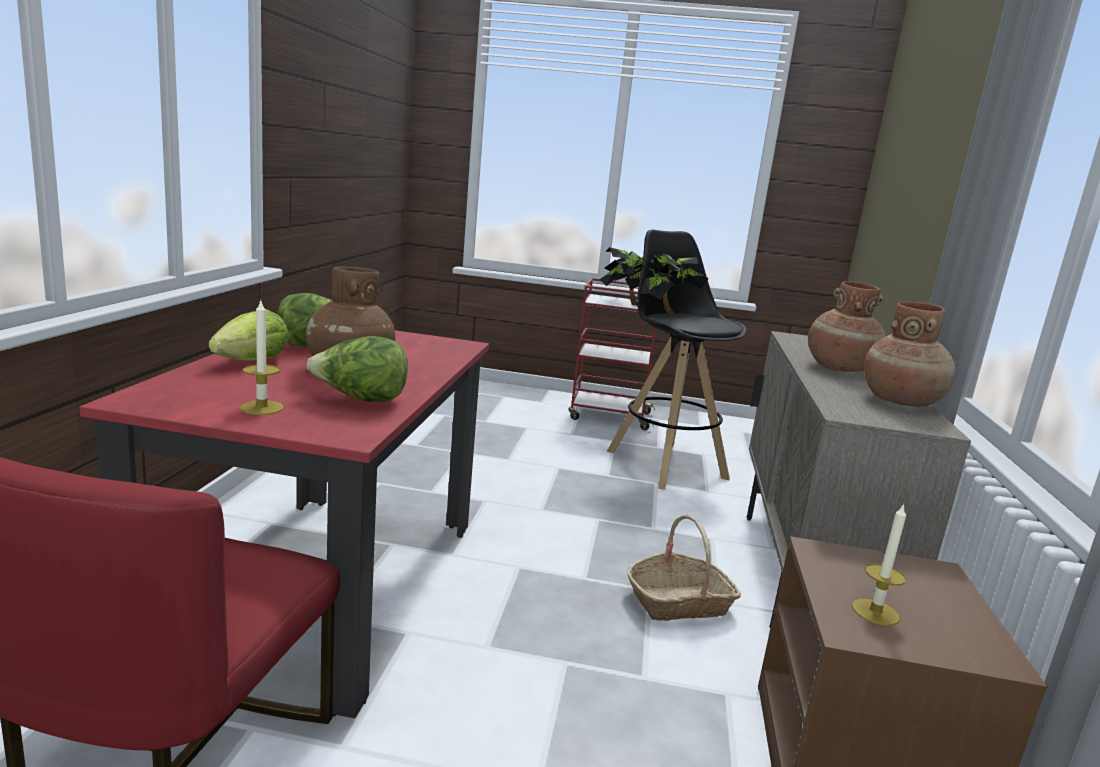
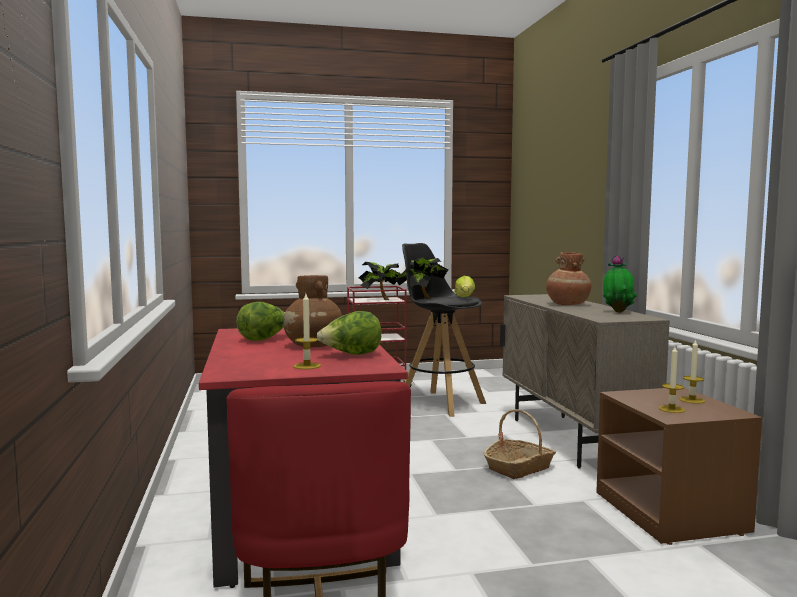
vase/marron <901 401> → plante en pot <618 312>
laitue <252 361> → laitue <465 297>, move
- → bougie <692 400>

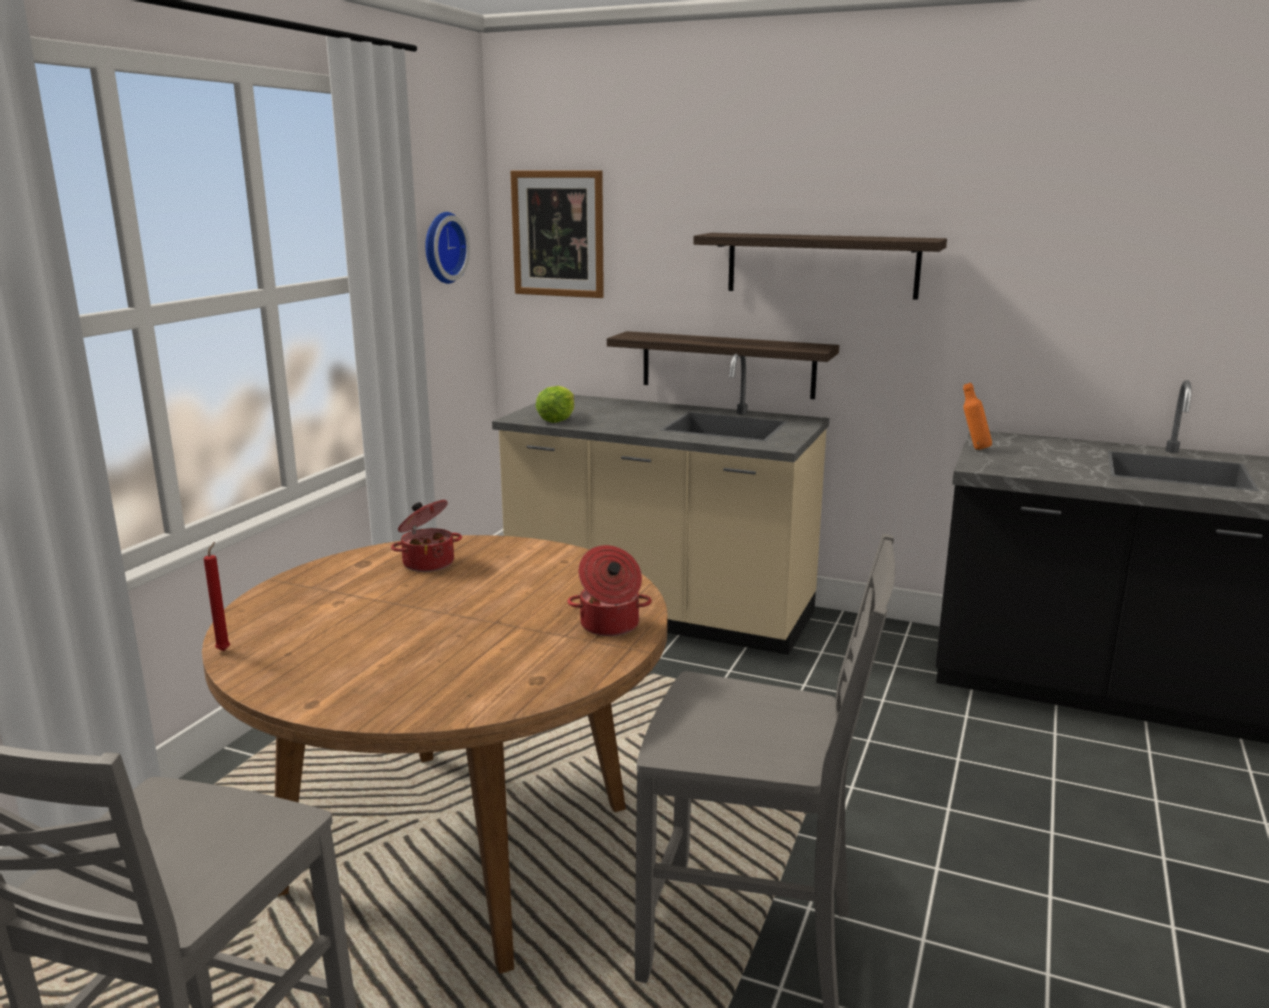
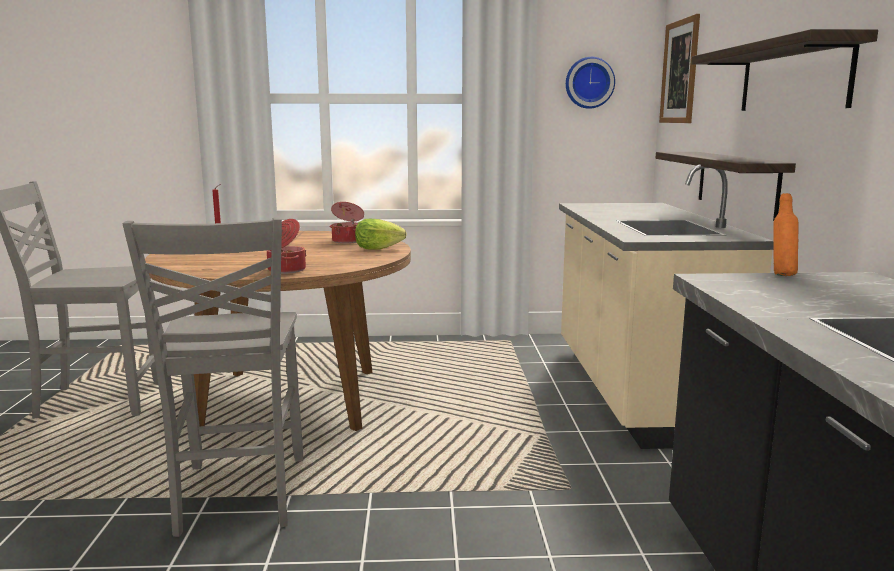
laitue <557 420> → laitue <377 249>, move

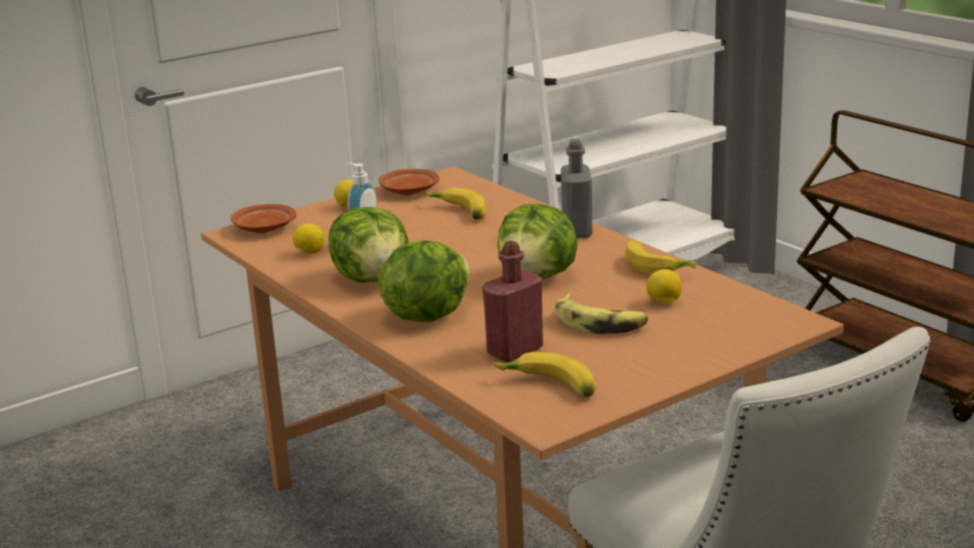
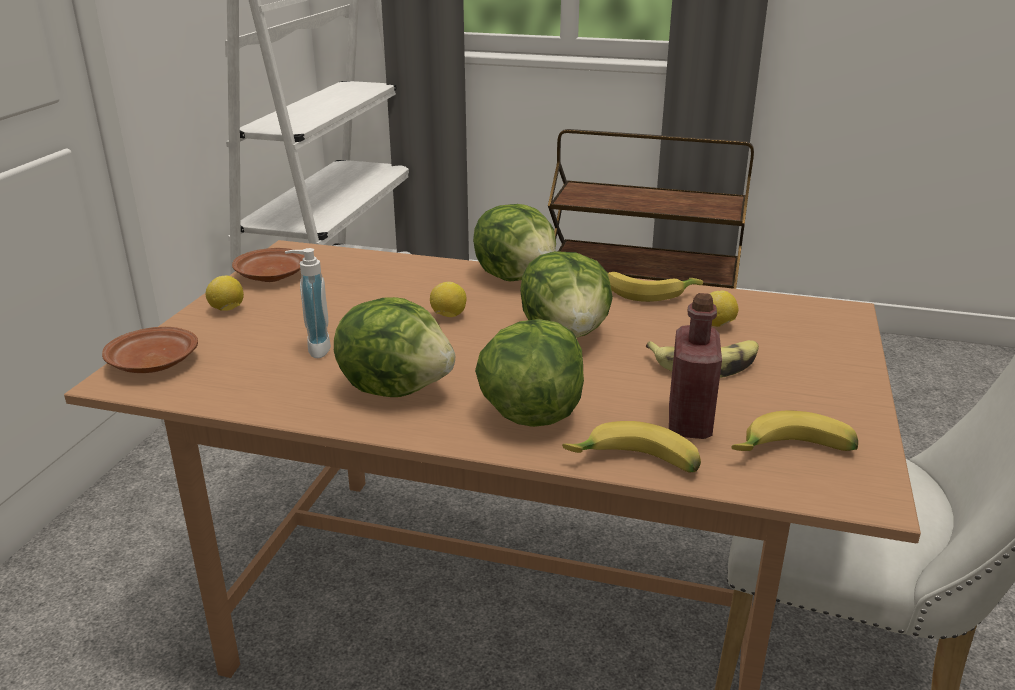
bouteille/gris <577 231> → laitue <517 277>
banane <458 213> → banane <634 465>, move
citron <309 253> → citron <448 316>, move

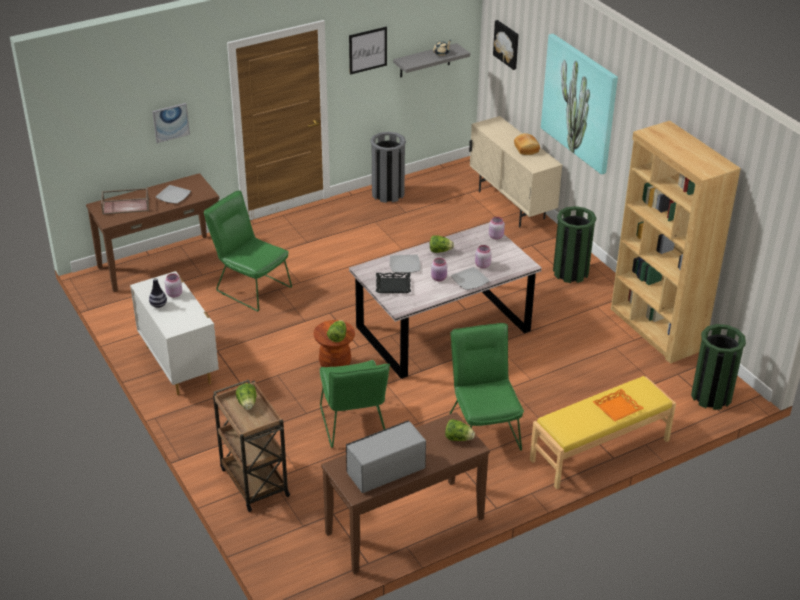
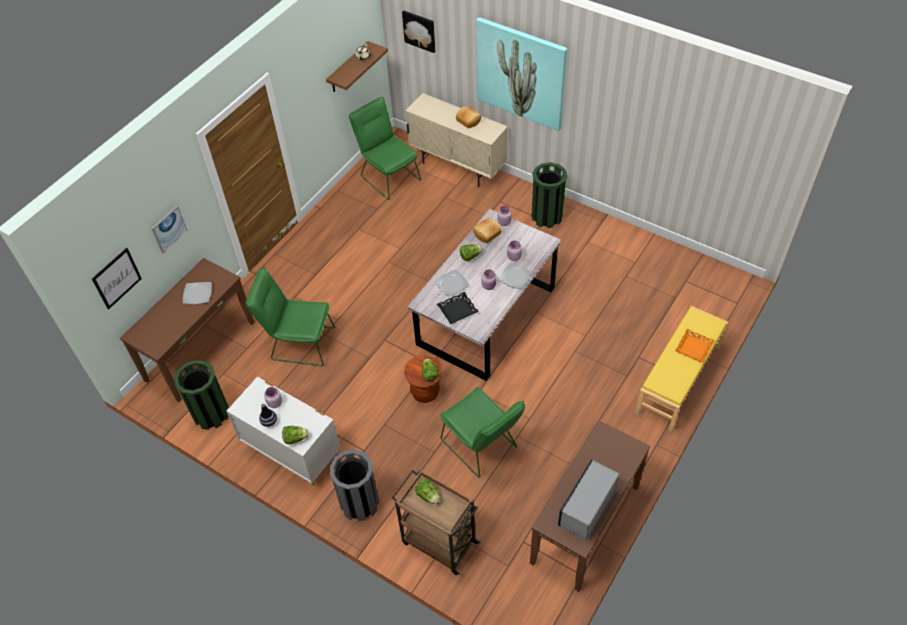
tableau <367 50> → tableau <117 278>, move
étagère/gris <425 61> → étagère/marron <348 68>
bibliothèque/marron <656 329> → -
poubelle/gris <388 194> → poubelle/gris <359 503>, move
plateau/marron <126 206> → -
chaise/vert <483 429> → chaise/vert <388 176>, move
poubelle/vert <711 396> → poubelle/vert <211 414>, move
laitue <458 438> → laitue <295 438>, move
- → pain <487 234>

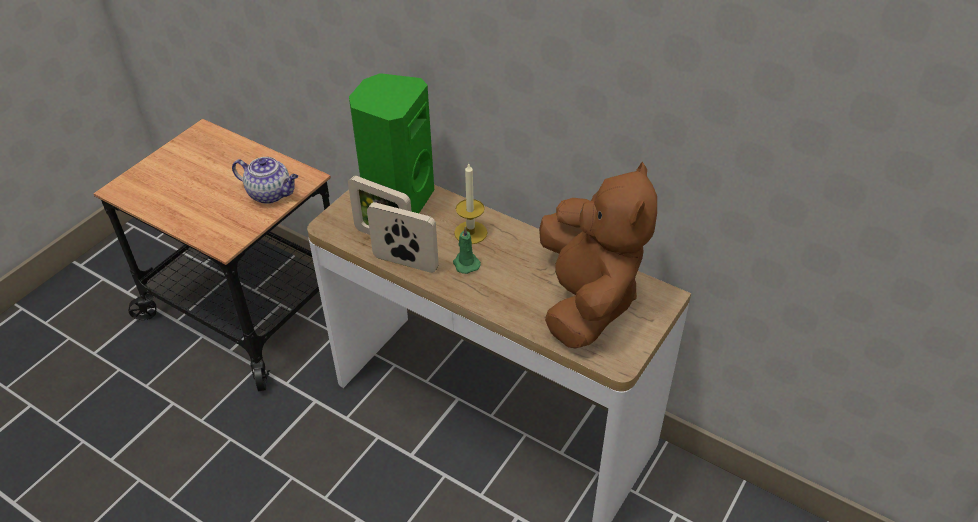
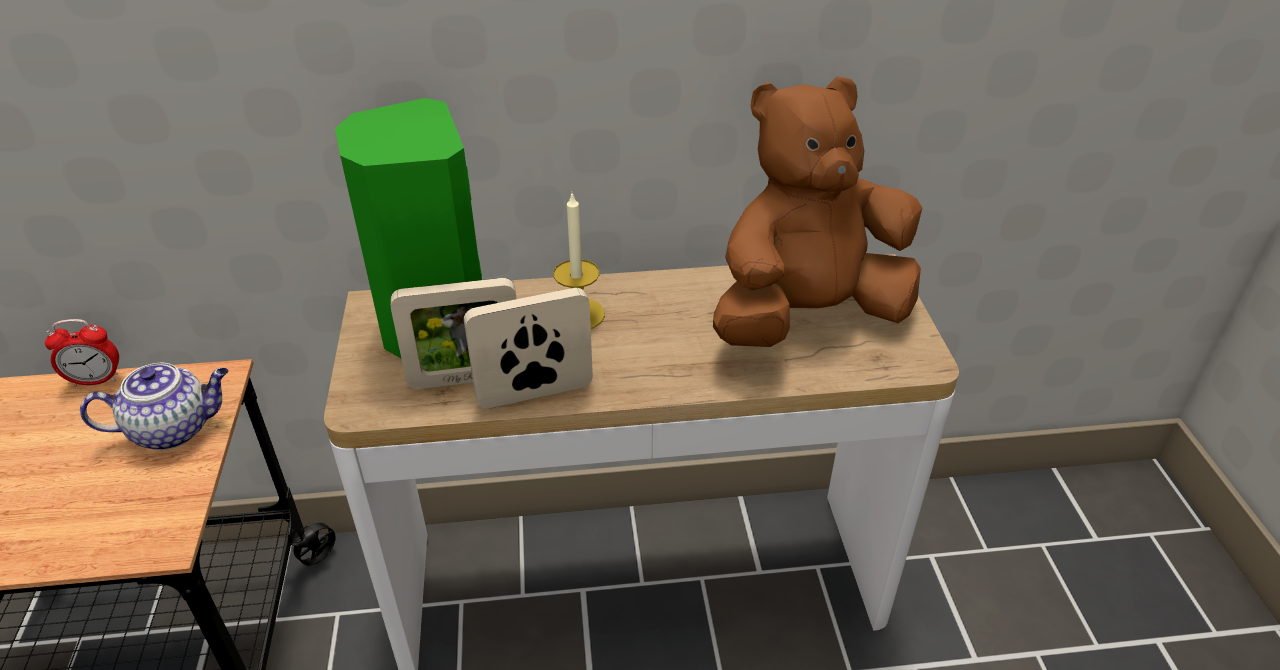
peluche/marron <587 300> → peluche/marron <806 316>, 75 degrees counterclockwise
bougie/vert <465 263> → -
- → réveil <96 380>

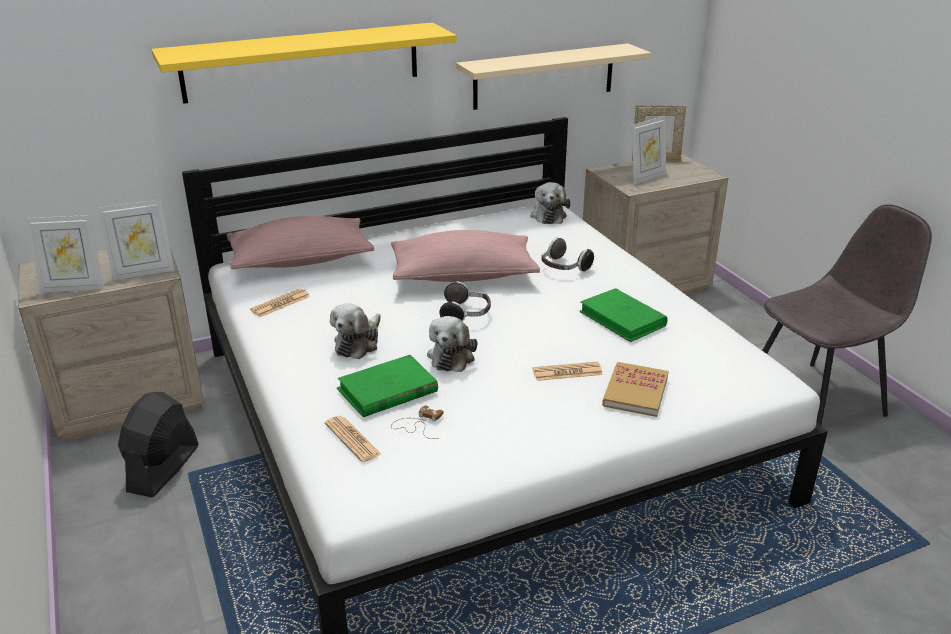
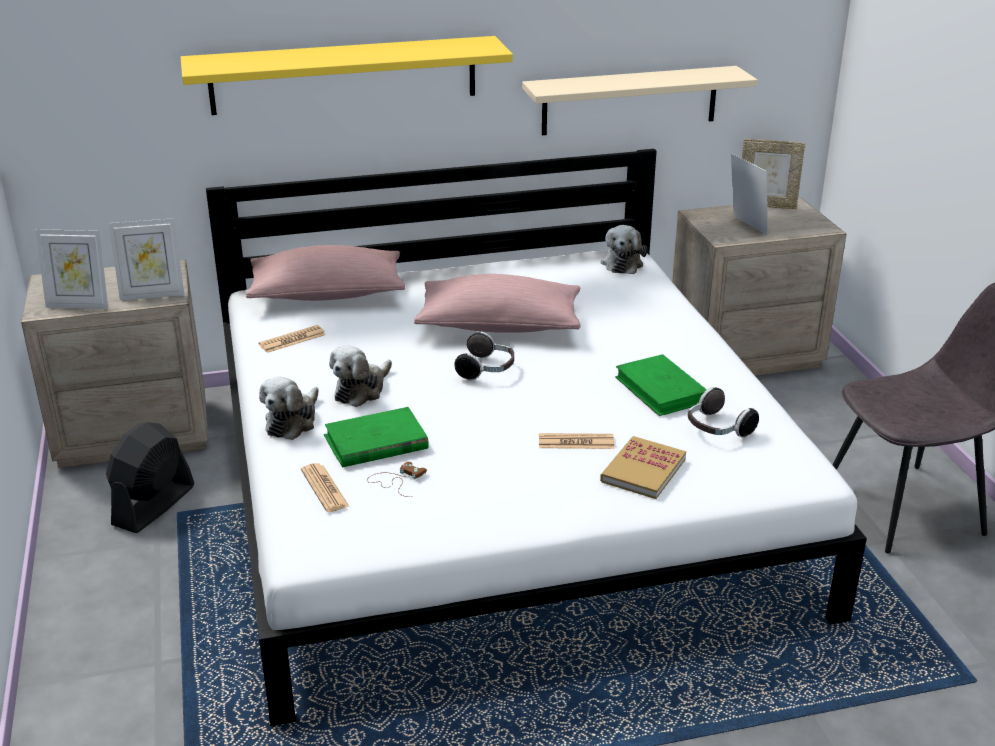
cadre photo <646 177> → cadre photo <745 226>, 90 degrees counterclockwise
casque audio <563 268> → casque audio <717 429>, move
peluche <452 356> → peluche <293 421>, move

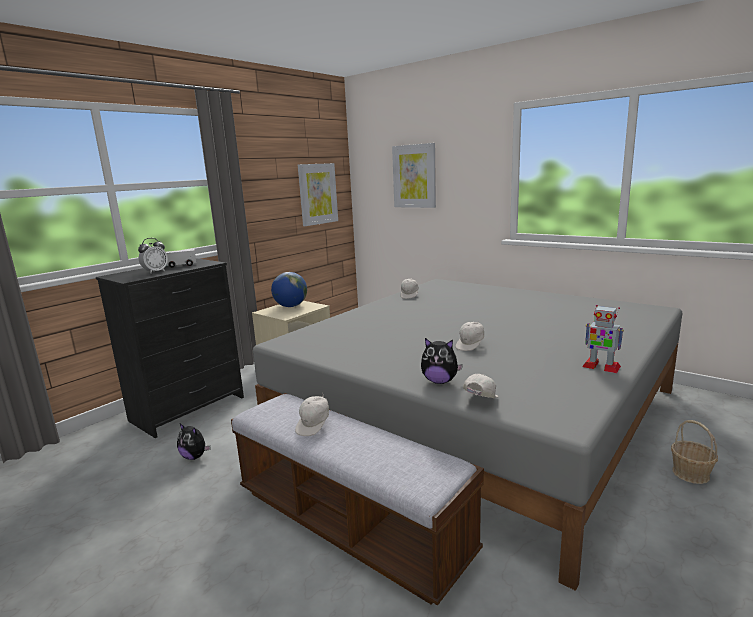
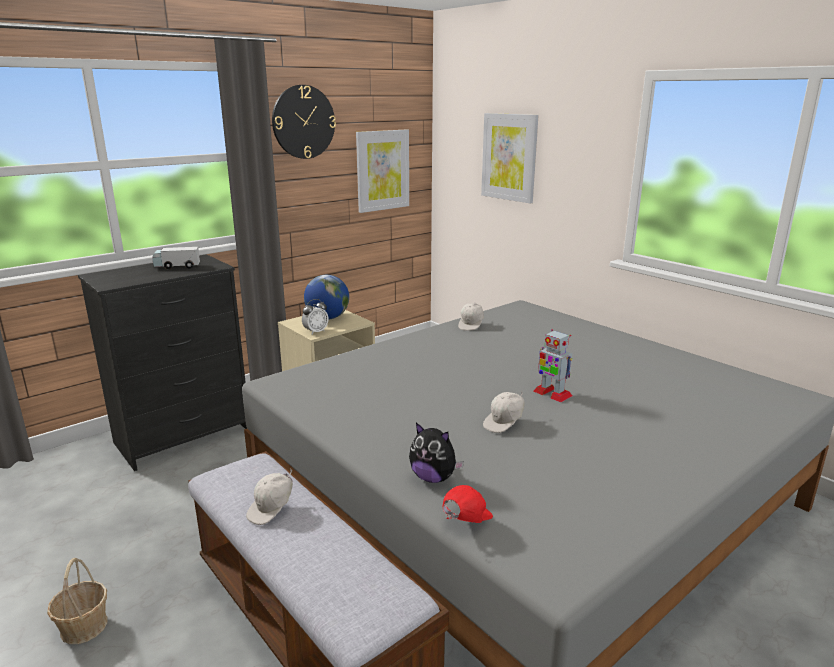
réveil <155 272> → réveil <315 332>, move
robot jouet <600 366> → robot jouet <552 393>, move
casquette/blanc <479 402> → casquette/rouge <464 521>
panier <690 474> → panier <83 627>, move
peluche <195 456> → -
- → horloge murale <303 122>

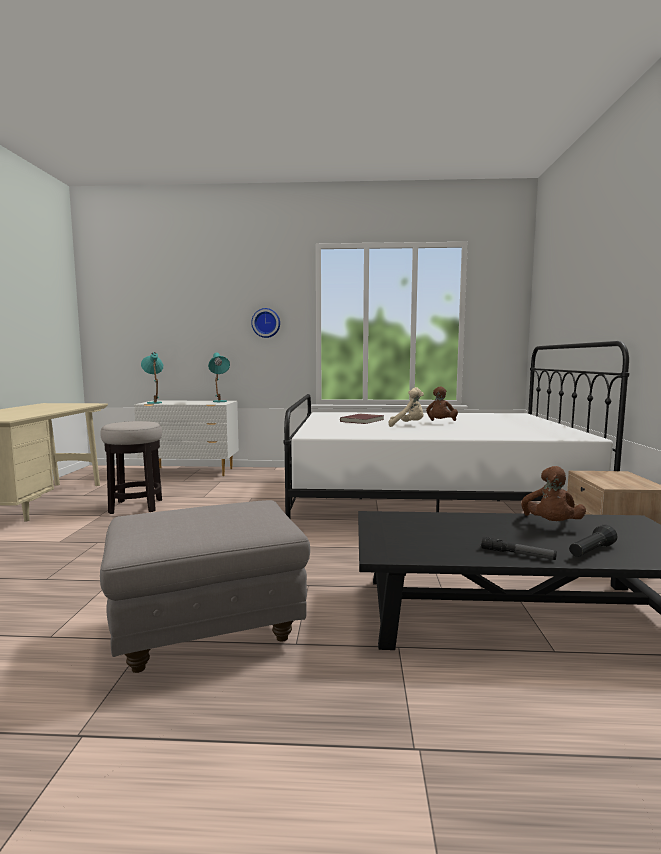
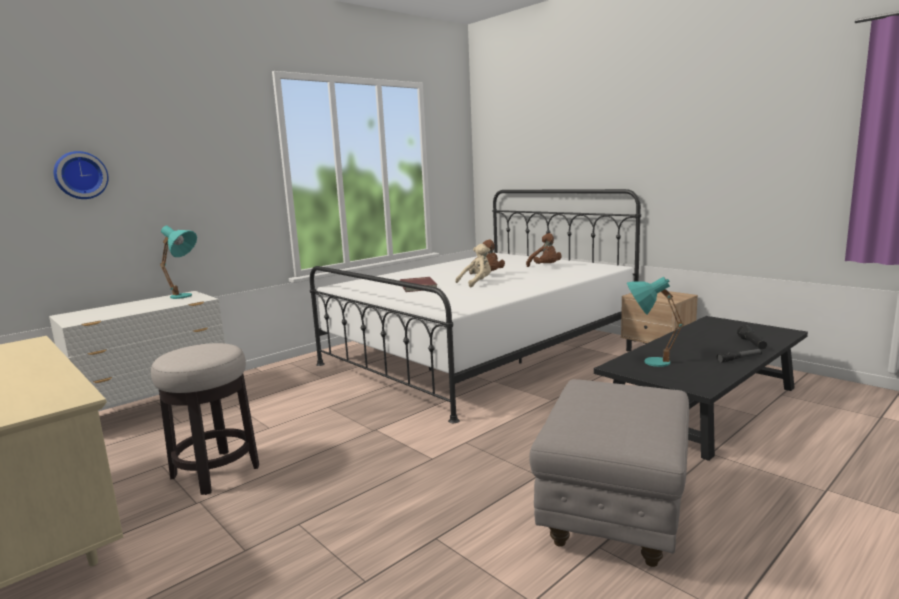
horloge murale <266 323> → horloge murale <80 175>, move
lampe de table/turquoise <154 402> → lampe de table/turquoise <647 361>, move
peluche/marron <551 525> → peluche/marron <545 267>, move

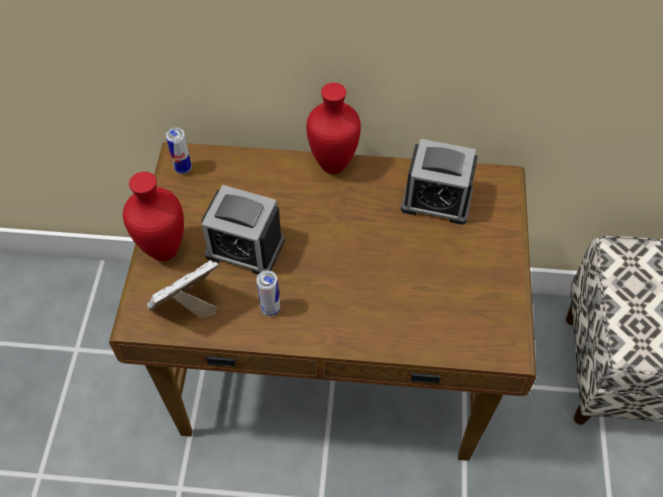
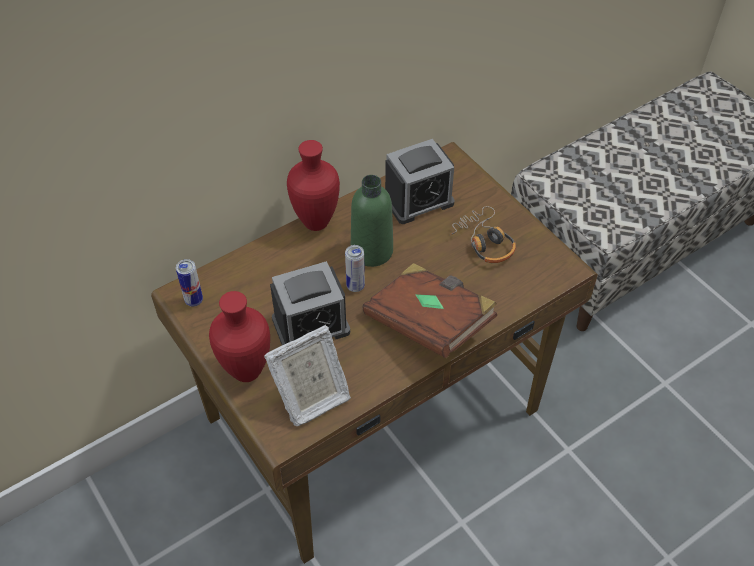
cadre photo <187 307> → cadre photo <311 398>, 135 degrees counterclockwise
boîte métallique <270 309> → boîte métallique <355 286>, move
- → bouteille/vert <371 251>
- → casque audio <484 242>
- → livre/marron <429 323>

